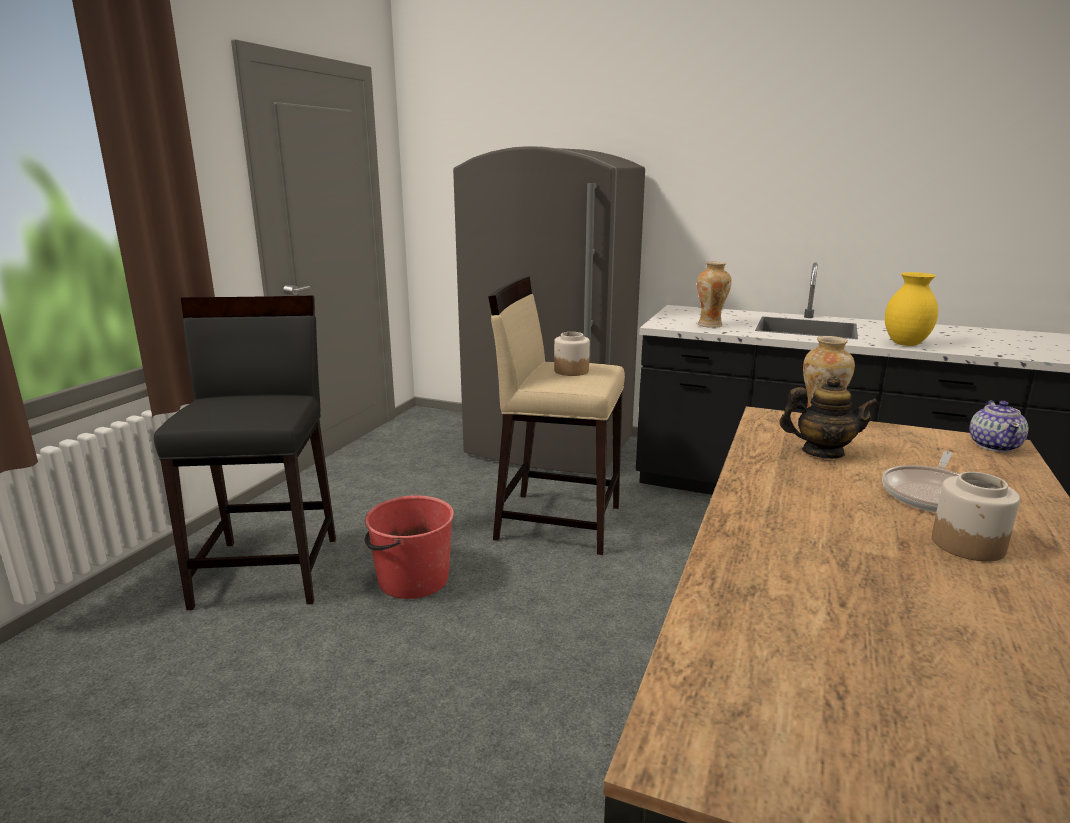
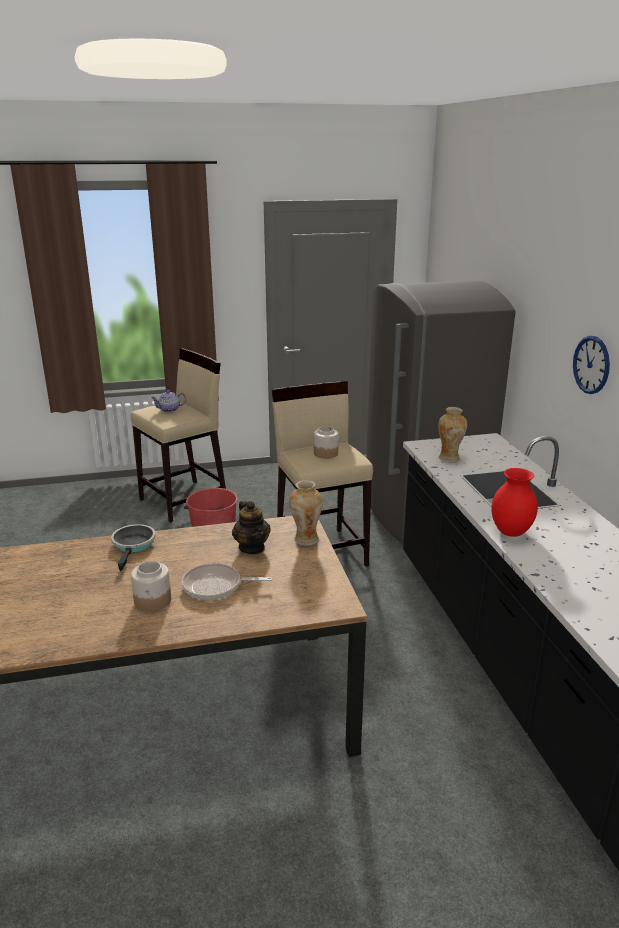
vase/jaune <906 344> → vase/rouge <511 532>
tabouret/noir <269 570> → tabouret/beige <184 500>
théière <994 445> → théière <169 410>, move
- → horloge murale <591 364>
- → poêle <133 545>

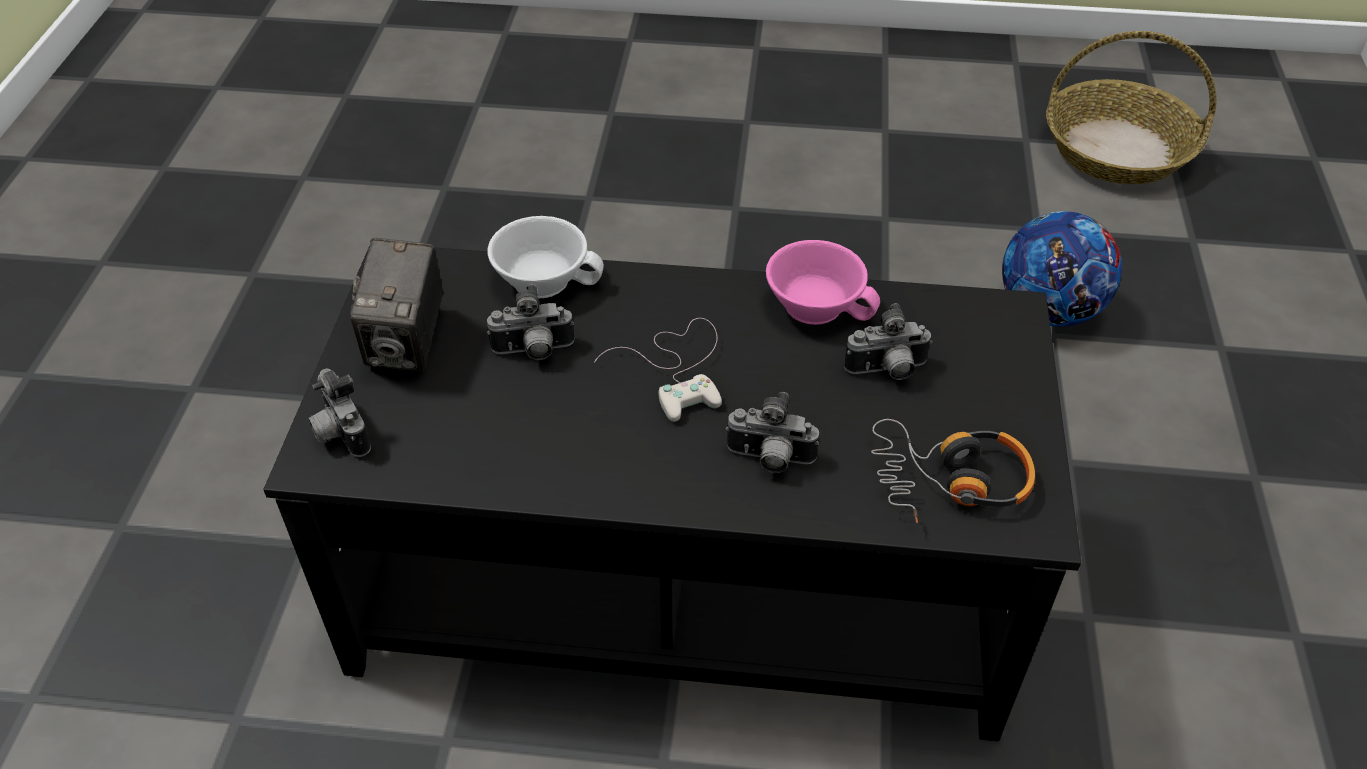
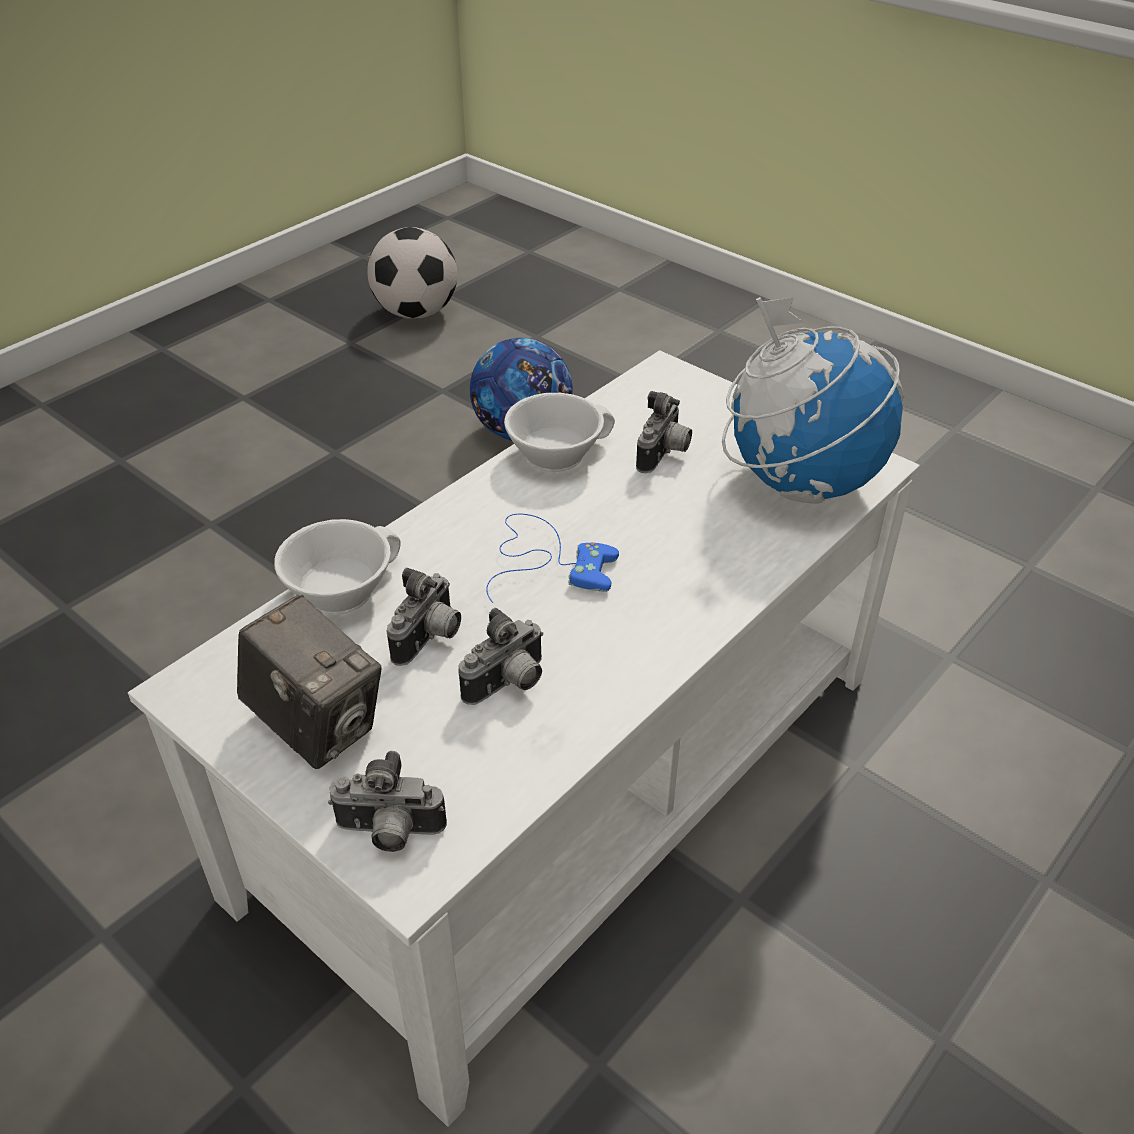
panier <1118 149> → ballon de foot <416 313>
tasse/rose <818 303> → tasse/blanc <555 452>
table basse/noir <685 570> → table basse/blanc <563 777>
manette/blanc <678 368> → manette/bleu <547 559>
appareil photo <769 460> → appareil photo <509 685>, move
casque audio <950 481> → globe <800 481>

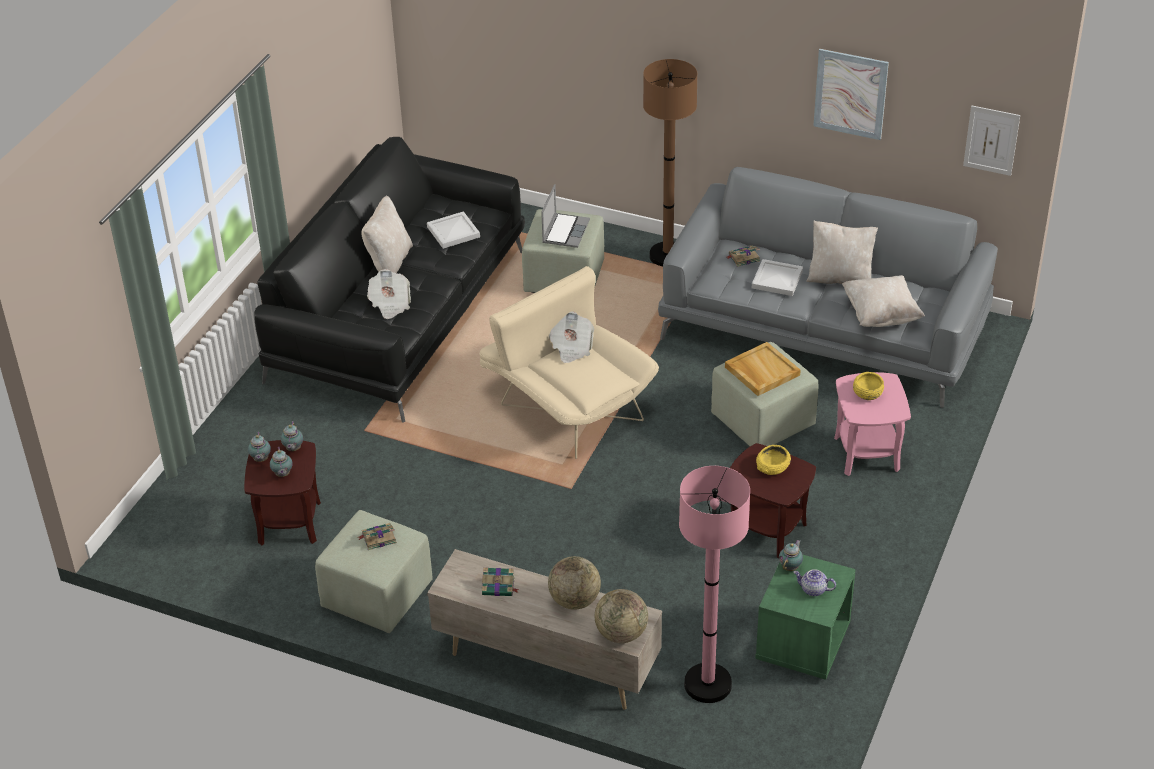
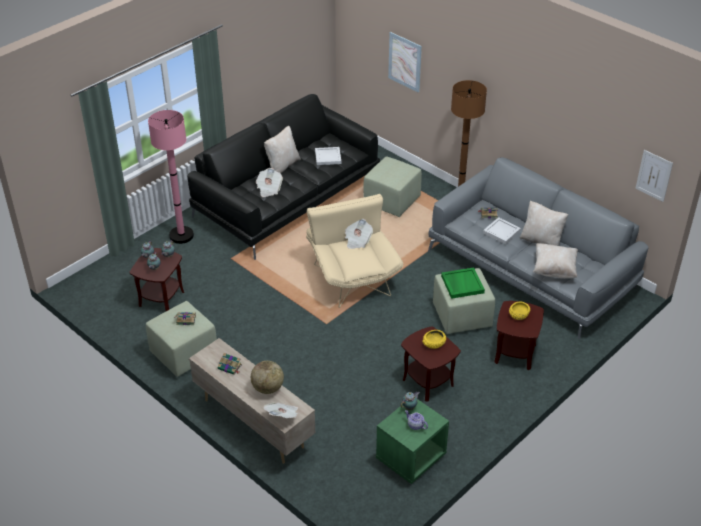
tableau <850 94> → tableau <405 62>, move
ordinateur portable <565 231> → -
plateau/beige <761 371> → plateau/vert <462 284>
table d'appoint/rose <867 453> → table d'appoint/marron <515 353>
lampadaire/rose <707 684> → lampadaire/rose <181 235>, move
globe <621 633> → journal <283 416>

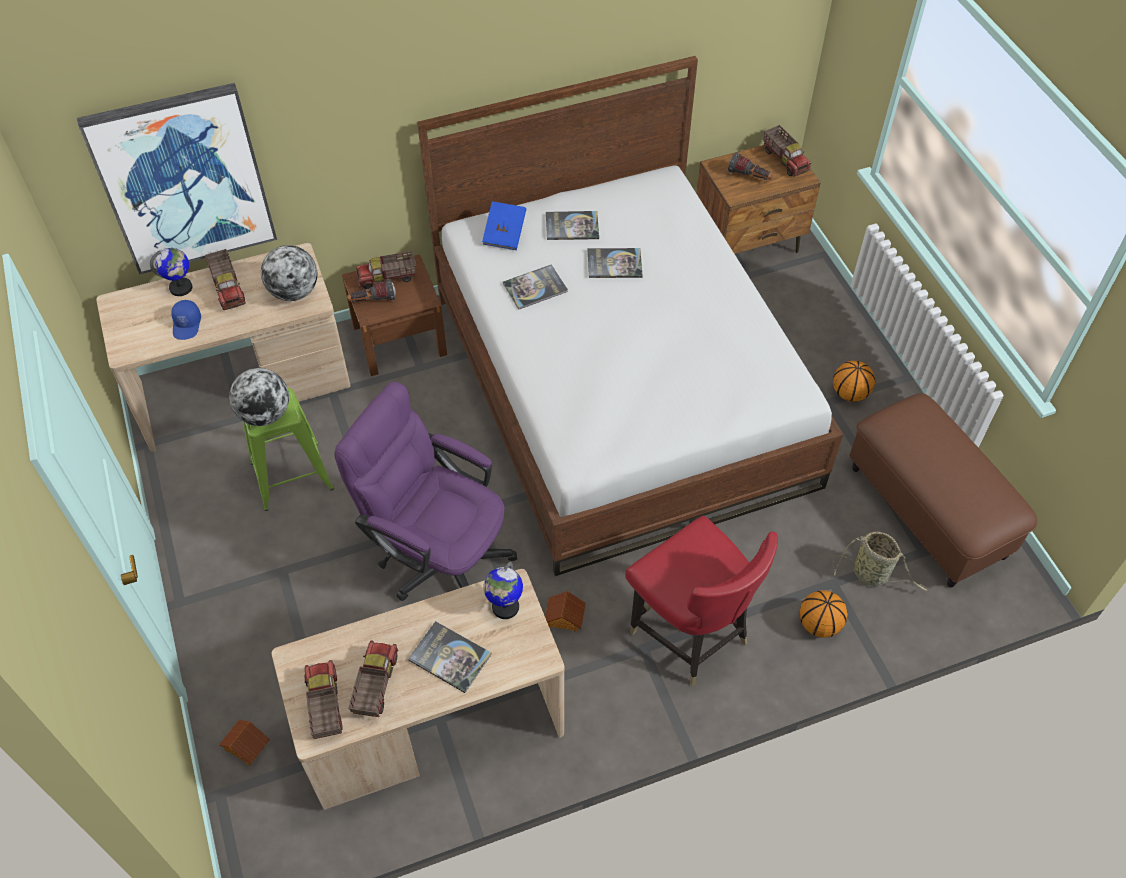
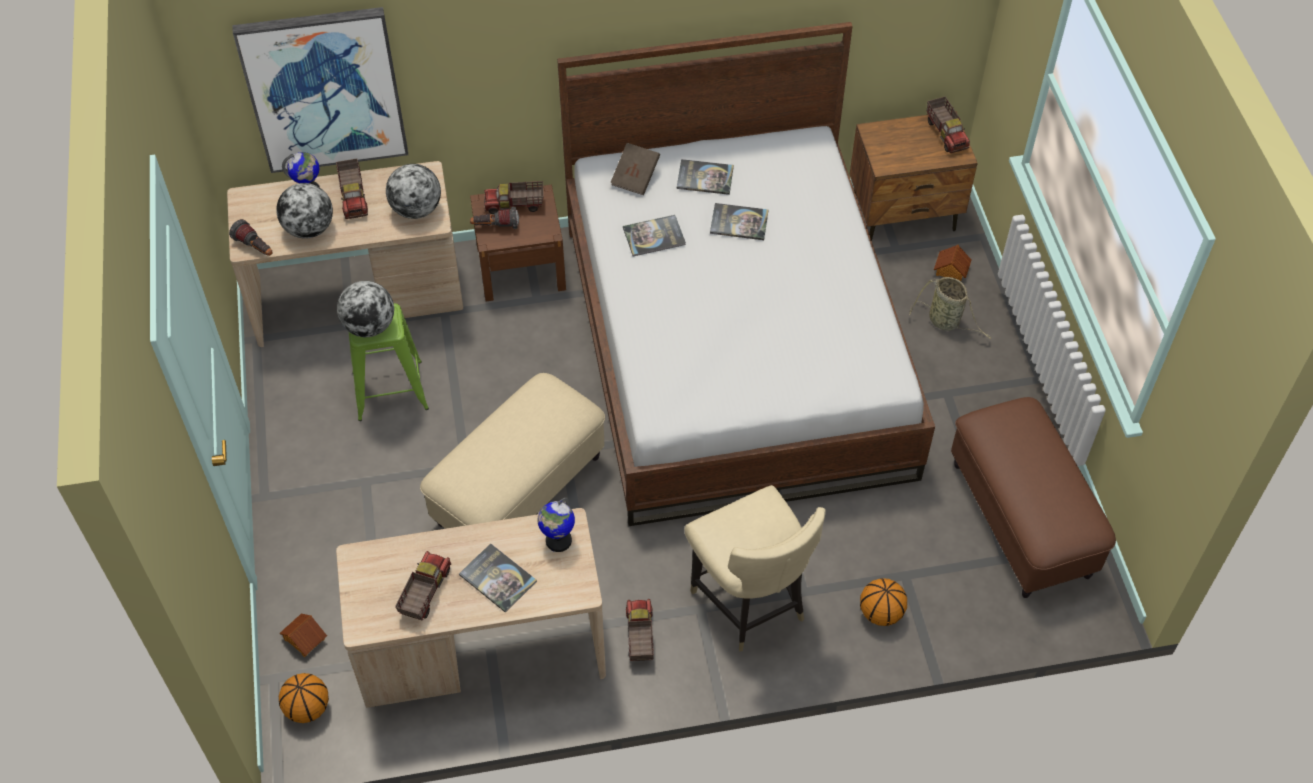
lampe de poche <749 177> → lampe de poche <255 248>, move
livre/bleu <505 234> → livre/marron <635 177>
casquette/bleu <187 325> → globe <309 229>
ballon de basket <849 393> → ballon de basket <307 707>, move
chaise de bureau/violet <438 555> → pouf/beige <518 489>
chaise/rouge <690 634> → chaise/beige <750 602>
panier <872 575> → panier <946 322>, move
maison miniature <564 617> → maison miniature <950 270>, move
camion jouet <324 706> → camion jouet <639 636>, move

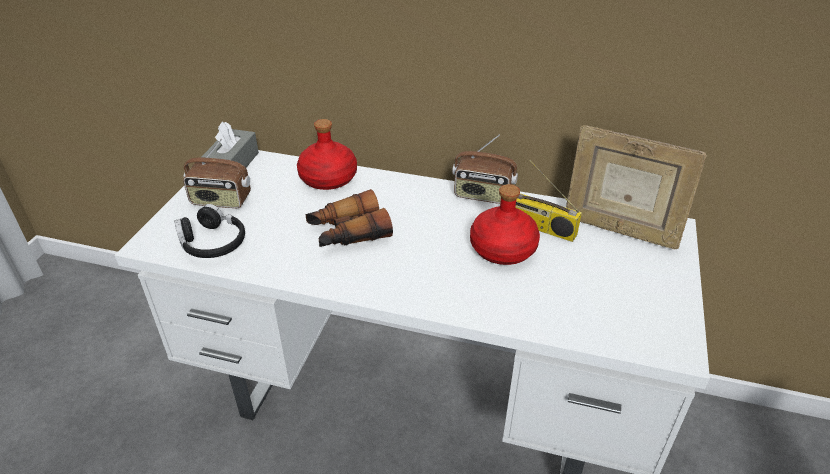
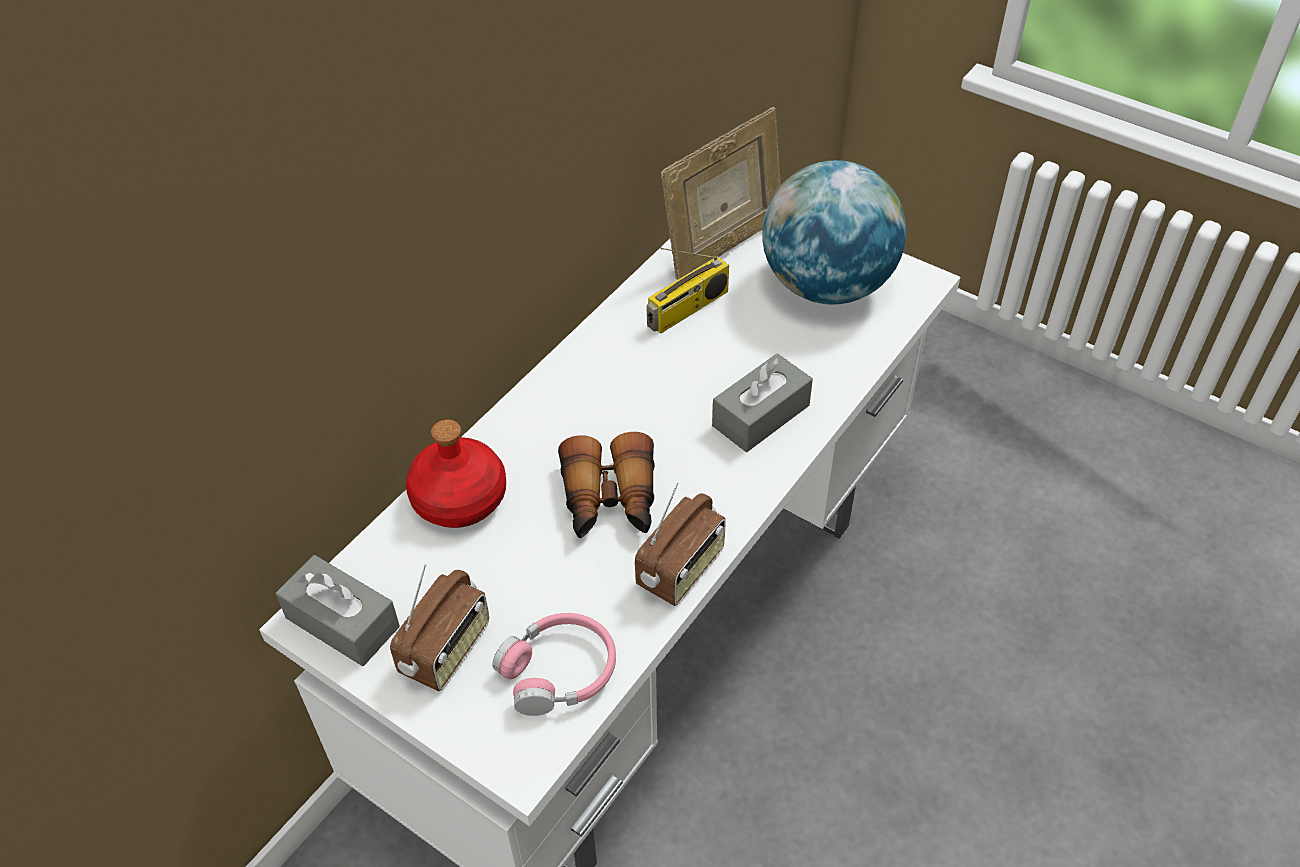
radio <482 195> → radio <681 570>, move
bouteille/rouge <502 249> → -
casque audio/noir <212 243> → casque audio/rose <559 671>
- → globe <827 285>
- → boîte à mouchoirs/gris <761 415>

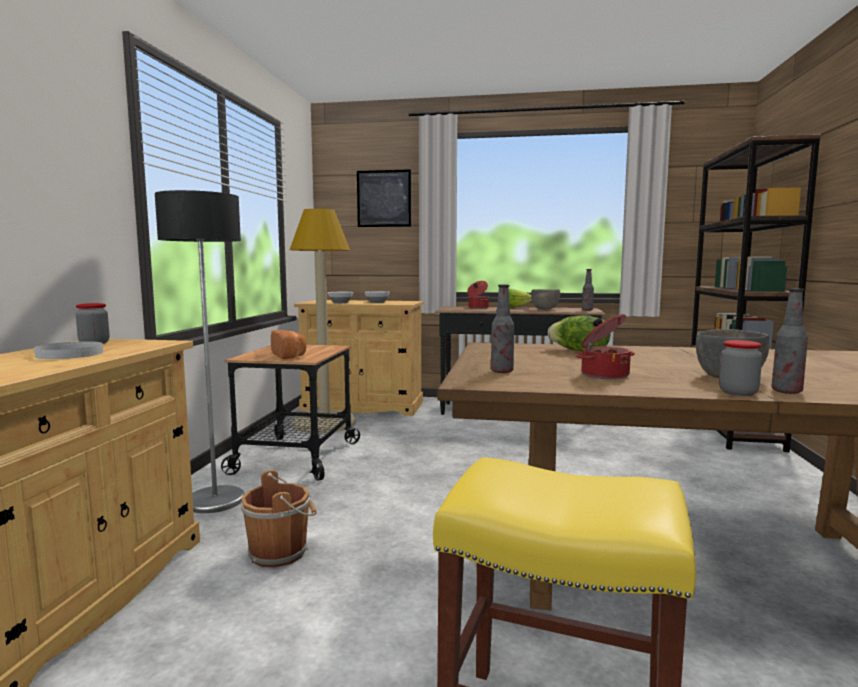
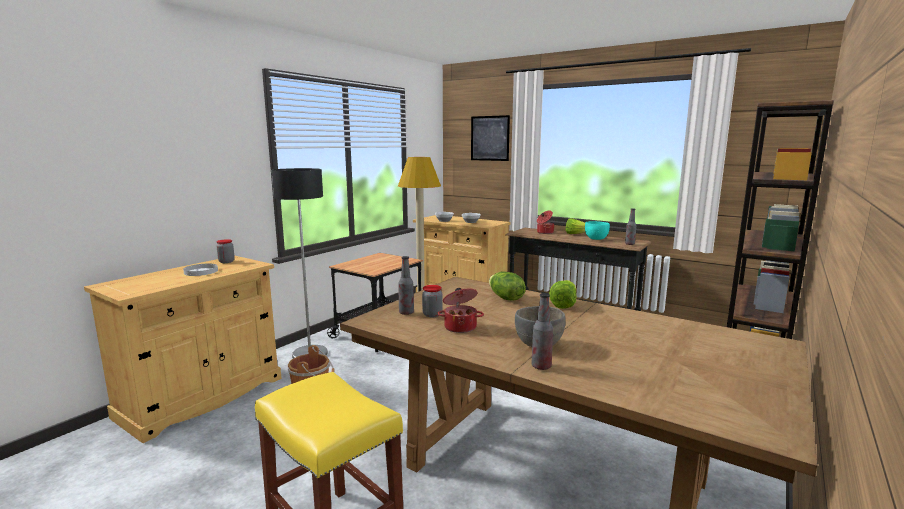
bol/gris <545 309> → bol/turquoise <596 239>
pain <290 356> → -
bocal <738 393> → bocal <432 314>, move
- → laitue <563 304>

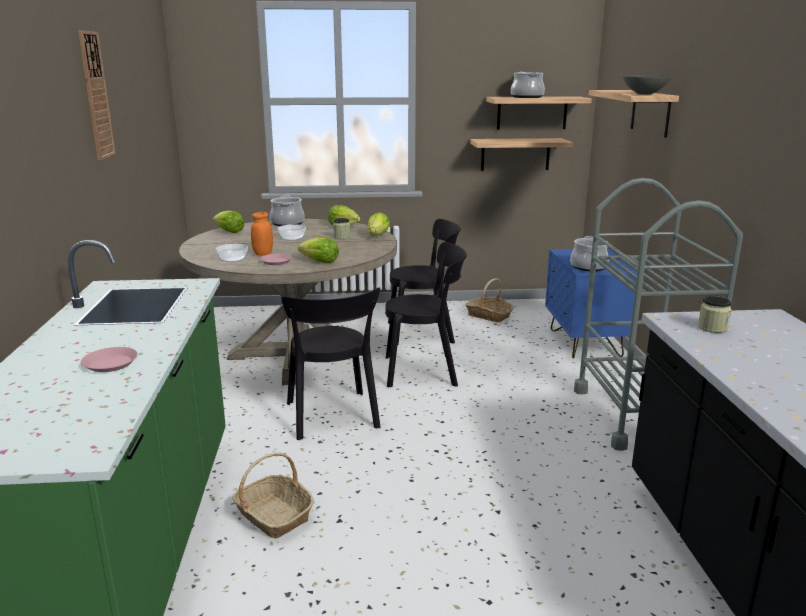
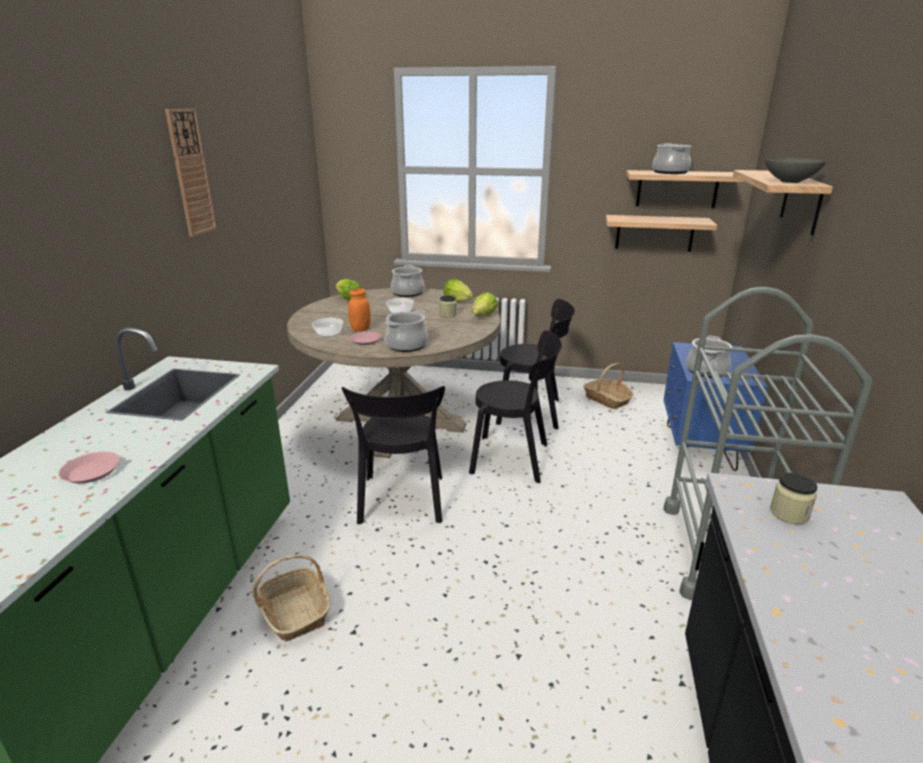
laitue <320 262> → marmite <406 345>

